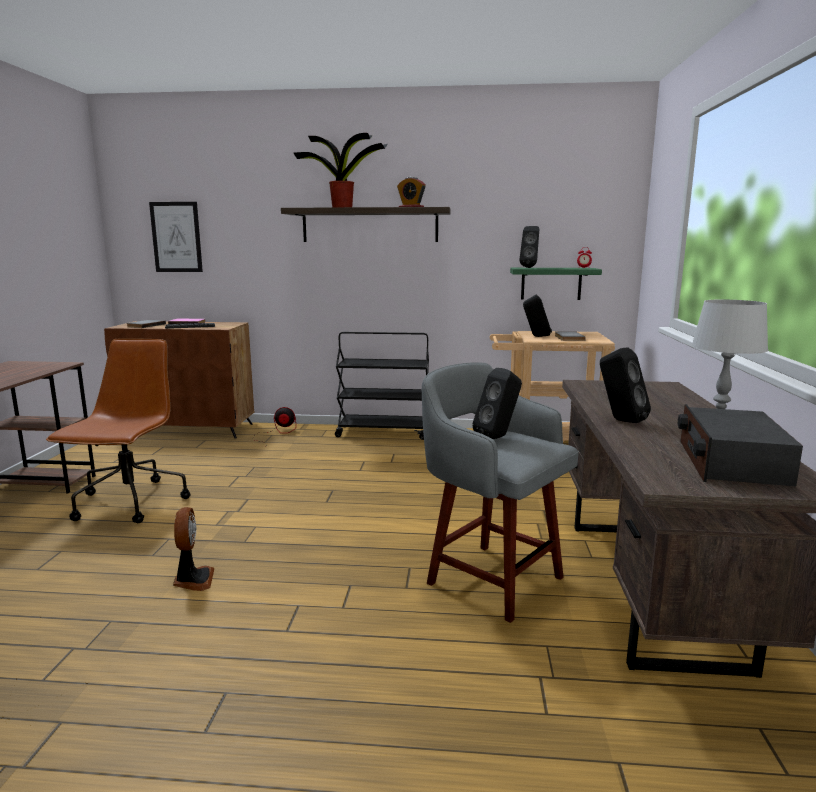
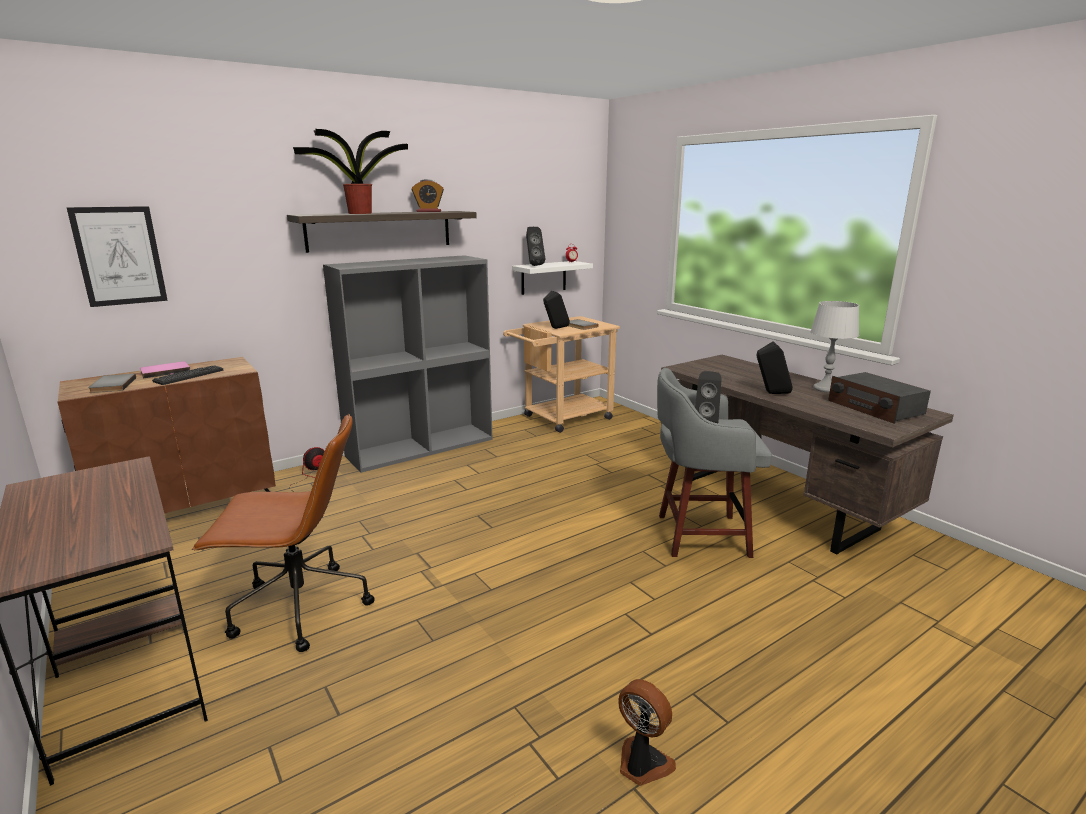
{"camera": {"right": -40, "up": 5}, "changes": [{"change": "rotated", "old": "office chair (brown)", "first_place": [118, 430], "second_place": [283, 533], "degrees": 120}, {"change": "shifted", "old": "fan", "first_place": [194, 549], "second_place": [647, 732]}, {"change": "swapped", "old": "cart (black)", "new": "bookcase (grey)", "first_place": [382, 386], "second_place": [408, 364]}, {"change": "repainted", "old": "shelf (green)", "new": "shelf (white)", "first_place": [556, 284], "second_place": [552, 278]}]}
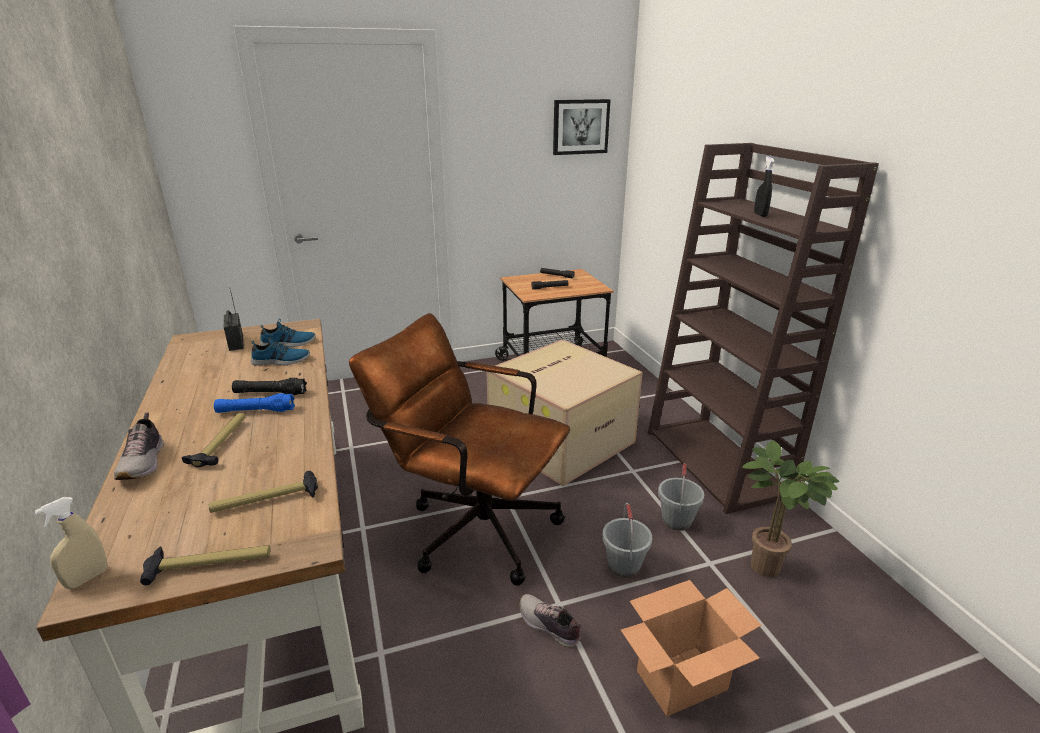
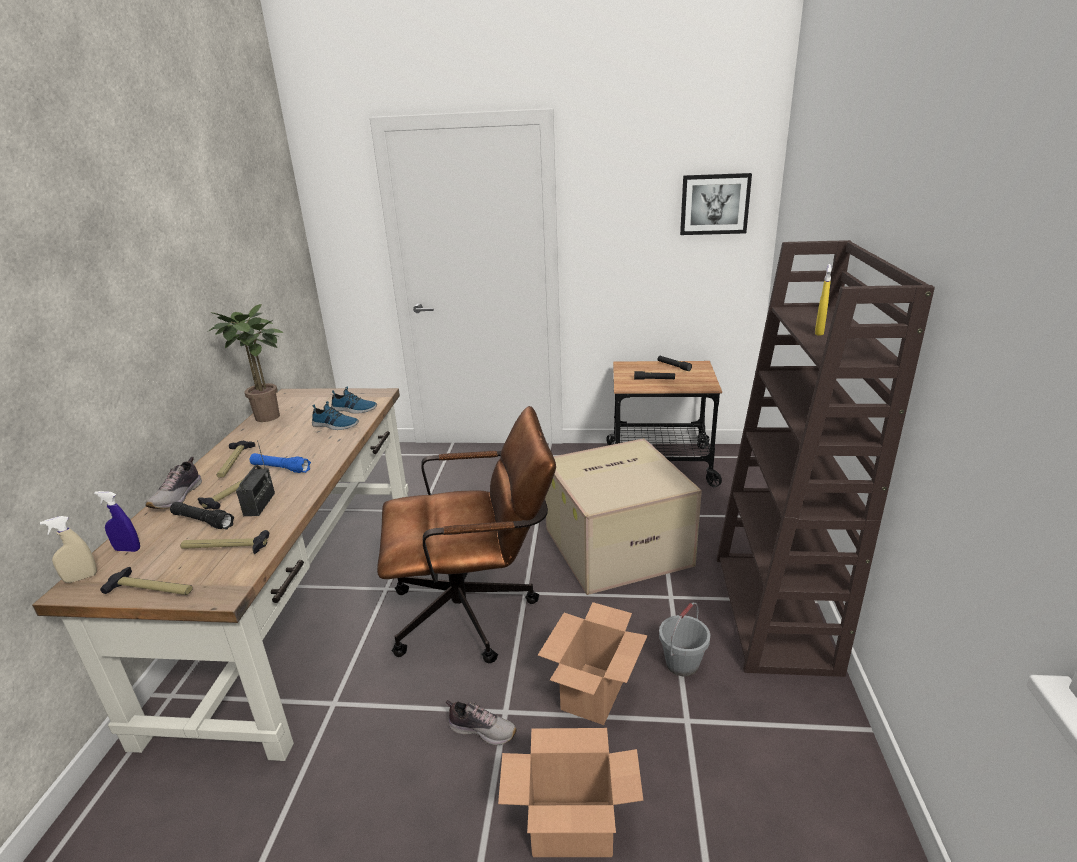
{"camera": {"right": 25, "up": 0}, "changes": [{"change": "shifted", "old": "radio", "first_place": [234, 320], "second_place": [255, 478]}, {"change": "shifted", "old": "flashlight (black)", "first_place": [269, 386], "second_place": [202, 516]}, {"change": "rotated", "old": "office chair (brown)", "first_place": [459, 449], "second_place": [466, 534], "degrees": 120}, {"change": "rotated", "old": "shoe", "first_place": [550, 620], "second_place": [481, 722], "degrees": 135}, {"change": "swapped", "old": "bucket (grey)", "new": "cardboard box", "first_place": [627, 540], "second_place": [592, 663]}, {"change": "shifted", "old": "potted plant", "first_place": [791, 508], "second_place": [246, 363]}, {"change": "repainted", "old": "spray bottle (black)", "new": "spray bottle (yellow)", "first_place": [764, 187], "second_place": [823, 300]}, {"change": "new", "new": "spray bottle (blue)", "second_place": [117, 521]}, {"change": "new", "new": "hammer", "second_place": [236, 459]}]}
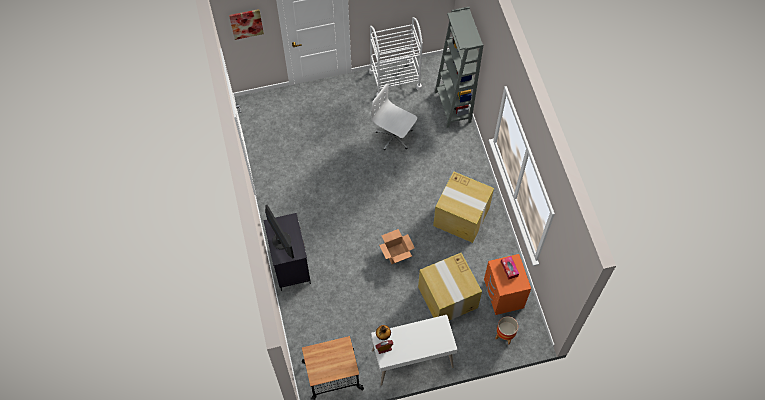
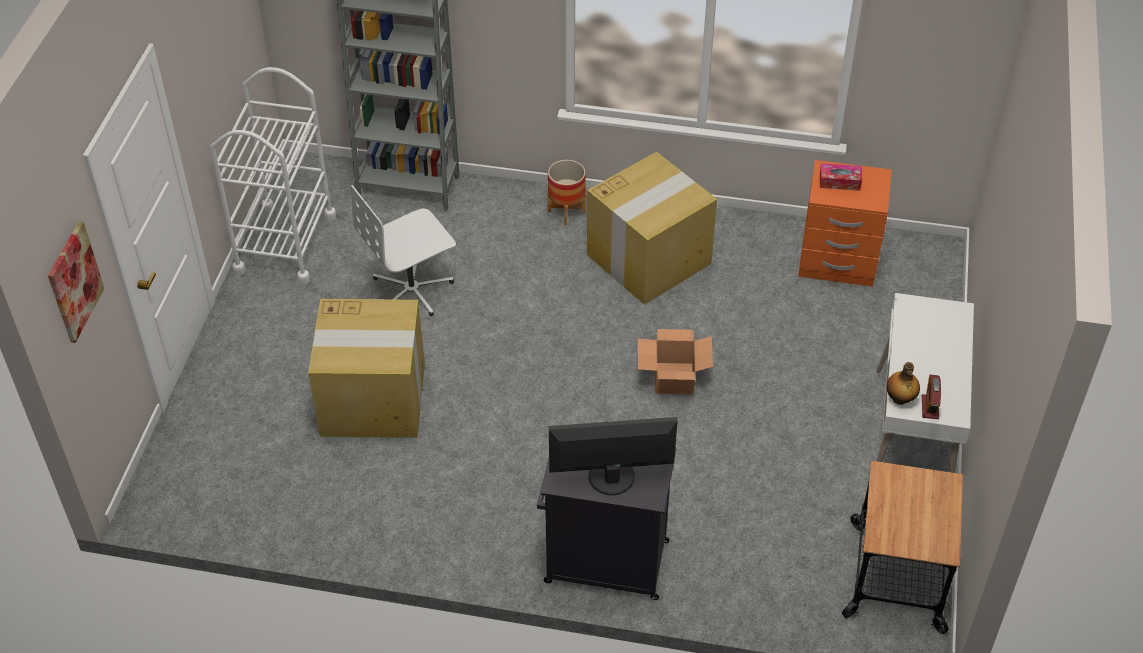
{"camera": {"right": -65, "up": -15}, "changes": [{"change": "shifted", "old": "cardboard box", "first_place": [450, 286], "second_place": [366, 368]}, {"change": "shifted", "old": "planter", "first_place": [506, 330], "second_place": [566, 192]}]}
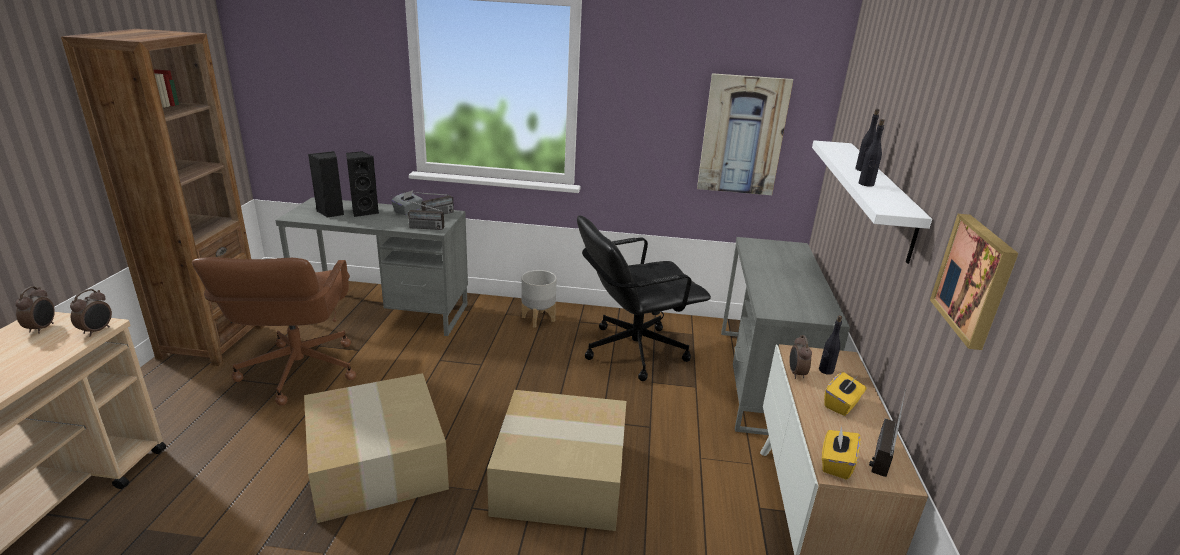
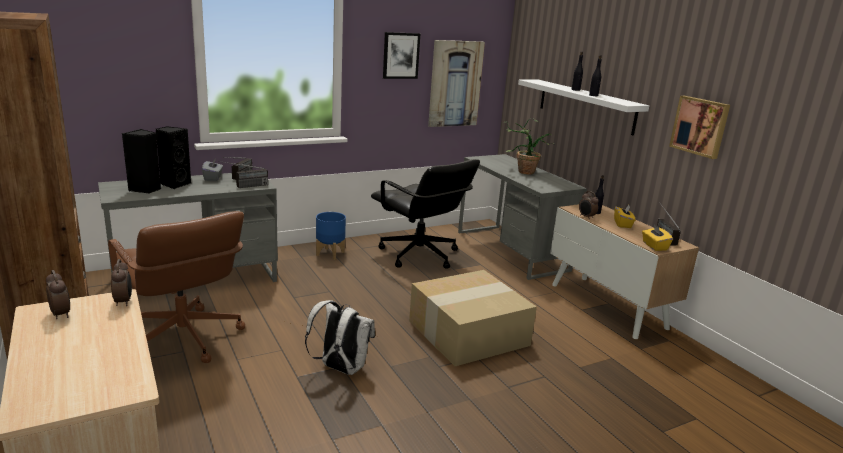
{"camera": {"right": -35, "up": -5}, "changes": [{"change": "swapped", "old": "cardboard box", "new": "backpack (white)", "first_place": [376, 448], "second_place": [340, 337]}, {"change": "repainted", "old": "planter (grey)", "new": "planter (blue)", "first_place": [539, 299], "second_place": [331, 236]}, {"change": "rotated", "old": "office chair (black)", "first_place": [644, 298], "second_place": [425, 214], "degrees": -75}, {"change": "new", "new": "picture", "second_place": [401, 55]}, {"change": "new", "new": "potted plant", "second_place": [530, 146]}]}
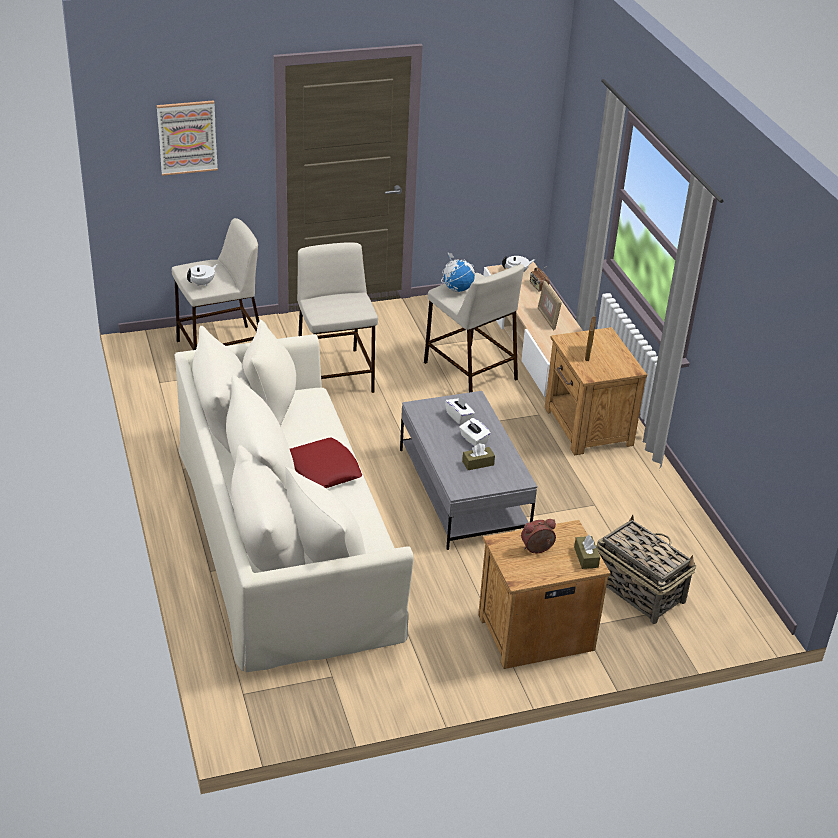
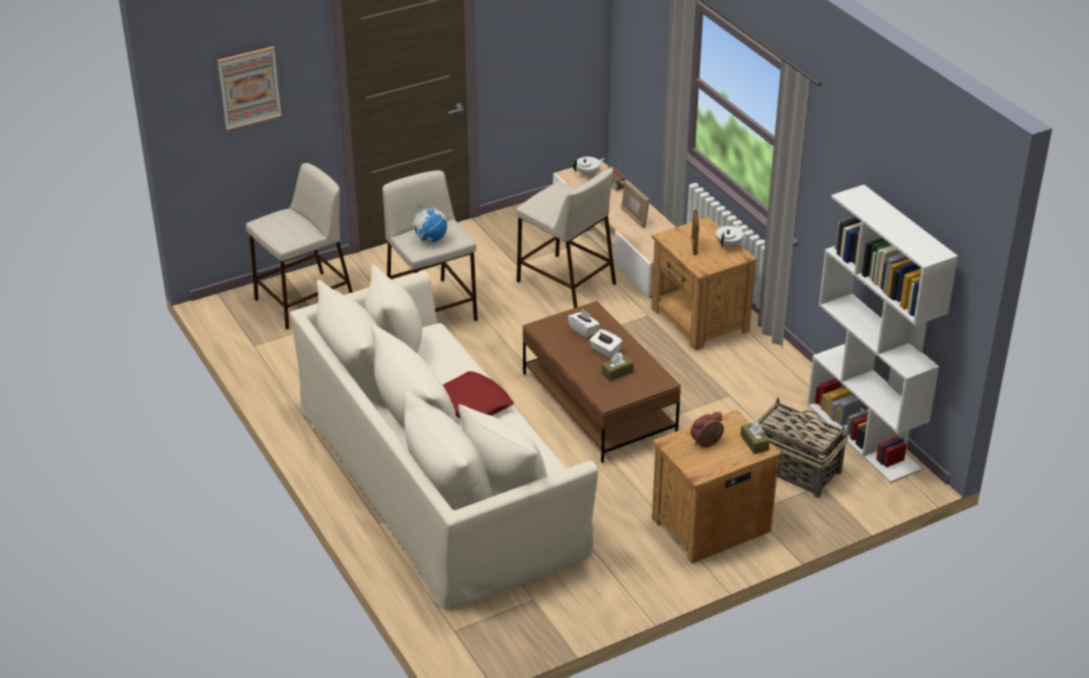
{"camera": {"right": -10, "up": 0}, "changes": [{"change": "shifted", "old": "teapot (white)", "first_place": [202, 275], "second_place": [730, 236]}, {"change": "repainted", "old": "coffee table (grey)", "new": "coffee table (brown)", "first_place": [468, 470], "second_place": [602, 382]}, {"change": "shifted", "old": "globe", "first_place": [458, 272], "second_place": [429, 223]}, {"change": "new", "new": "bookcase (white)", "second_place": [882, 334]}]}
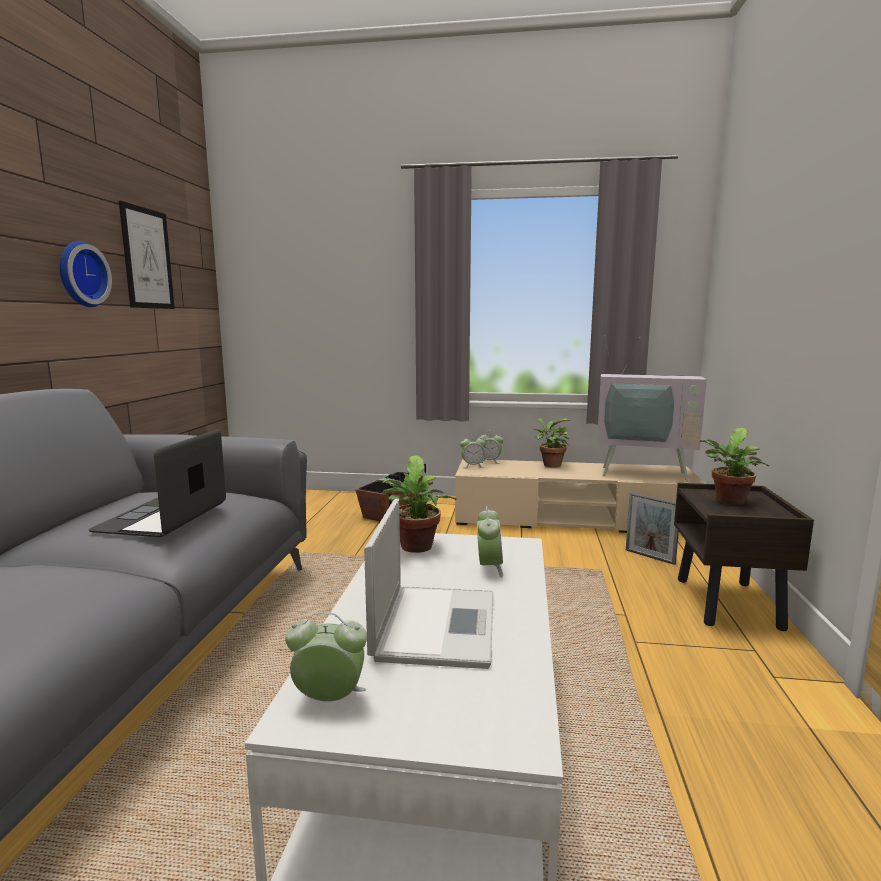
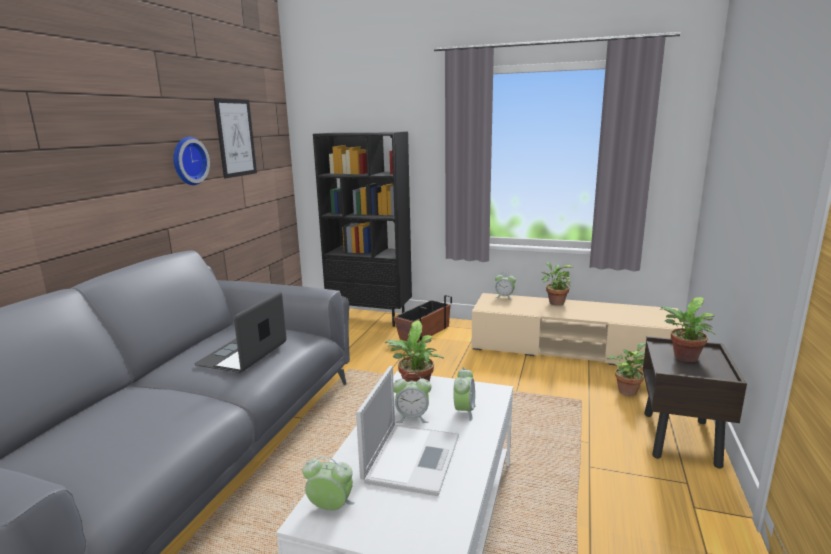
{"camera": {"right": 10, "up": 5}, "changes": [{"change": "shifted", "old": "alarm clock", "first_place": [473, 451], "second_place": [412, 398]}, {"change": "gone", "old": "television", "first_place": [652, 408]}, {"change": "swapped", "old": "picture frame", "new": "potted plant", "first_place": [652, 528], "second_place": [626, 369]}, {"change": "new", "new": "bookcase (black)", "second_place": [362, 229]}]}
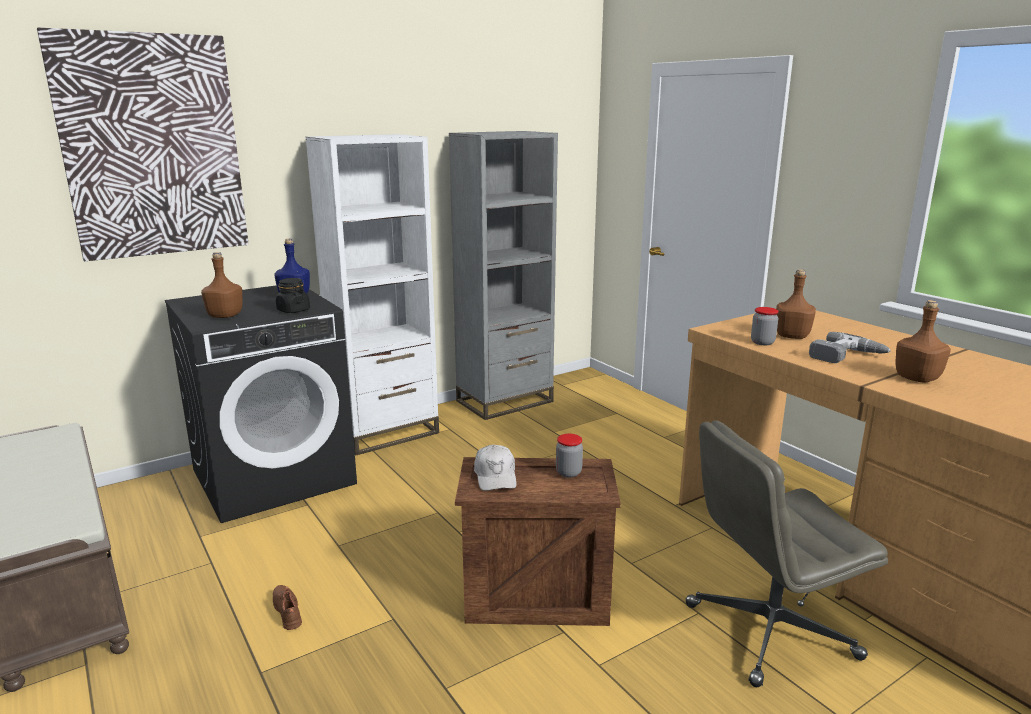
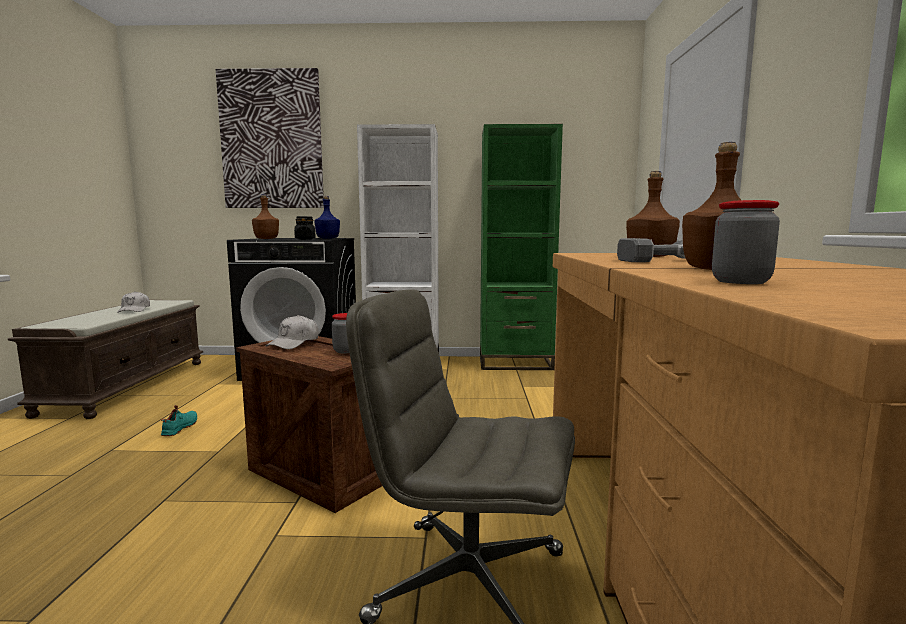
{"camera": {"right": 35, "up": -10}, "changes": [{"change": "repainted", "old": "shoe (brown)", "new": "shoe (turquoise)", "first_place": [287, 607], "second_place": [179, 420]}, {"change": "repainted", "old": "bookcase (grey)", "new": "bookcase (green)", "first_place": [503, 275], "second_place": [521, 247]}, {"change": "shifted", "old": "jar", "first_place": [764, 326], "second_place": [746, 242]}, {"change": "new", "new": "cap (white)", "second_place": [133, 302]}]}
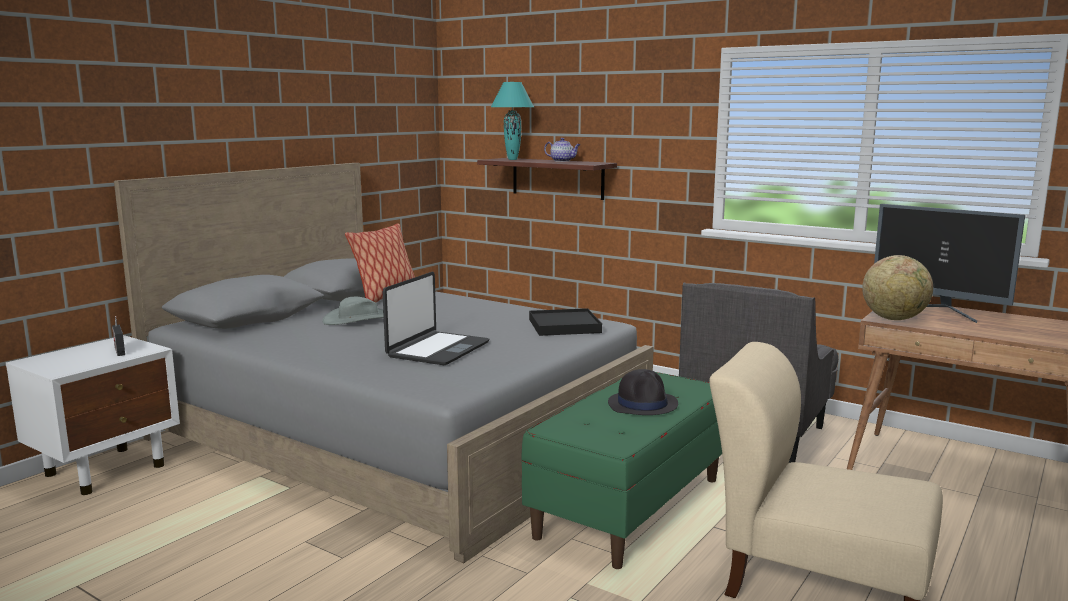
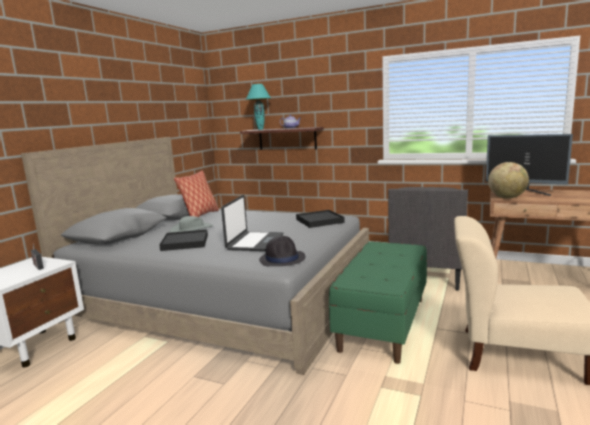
{"camera": {"right": -10, "up": 0}, "changes": [{"change": "shifted", "old": "hat (black)", "first_place": [643, 392], "second_place": [282, 251]}, {"change": "new", "new": "tray (black)", "second_place": [183, 240]}]}
